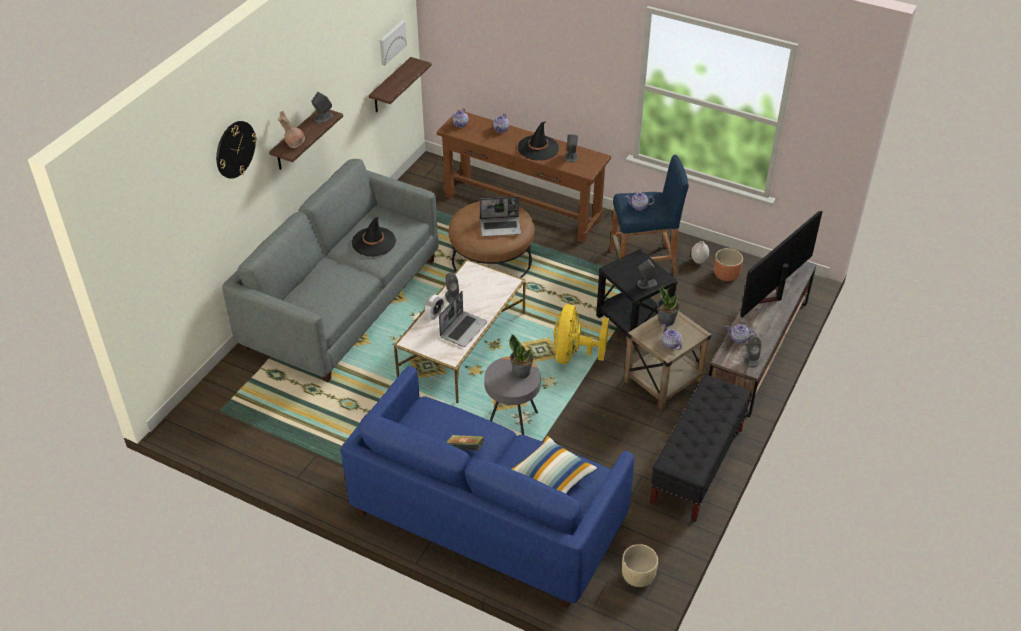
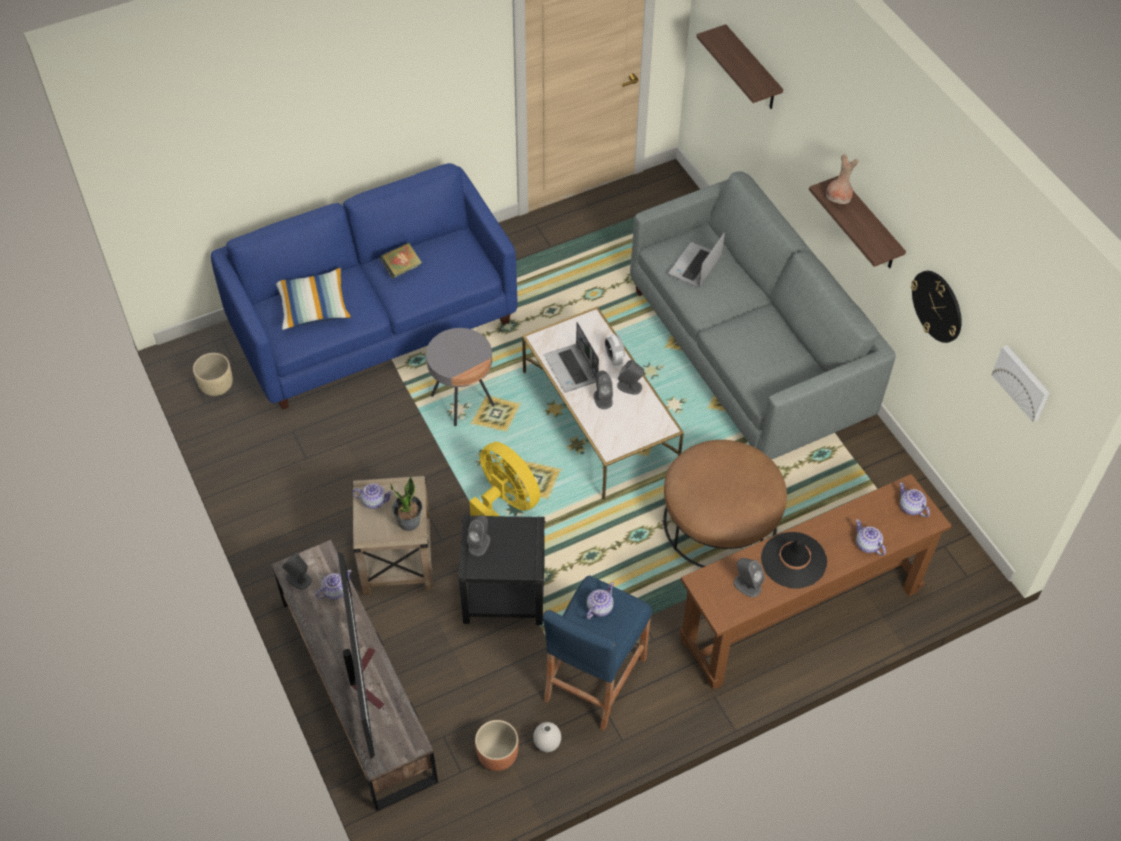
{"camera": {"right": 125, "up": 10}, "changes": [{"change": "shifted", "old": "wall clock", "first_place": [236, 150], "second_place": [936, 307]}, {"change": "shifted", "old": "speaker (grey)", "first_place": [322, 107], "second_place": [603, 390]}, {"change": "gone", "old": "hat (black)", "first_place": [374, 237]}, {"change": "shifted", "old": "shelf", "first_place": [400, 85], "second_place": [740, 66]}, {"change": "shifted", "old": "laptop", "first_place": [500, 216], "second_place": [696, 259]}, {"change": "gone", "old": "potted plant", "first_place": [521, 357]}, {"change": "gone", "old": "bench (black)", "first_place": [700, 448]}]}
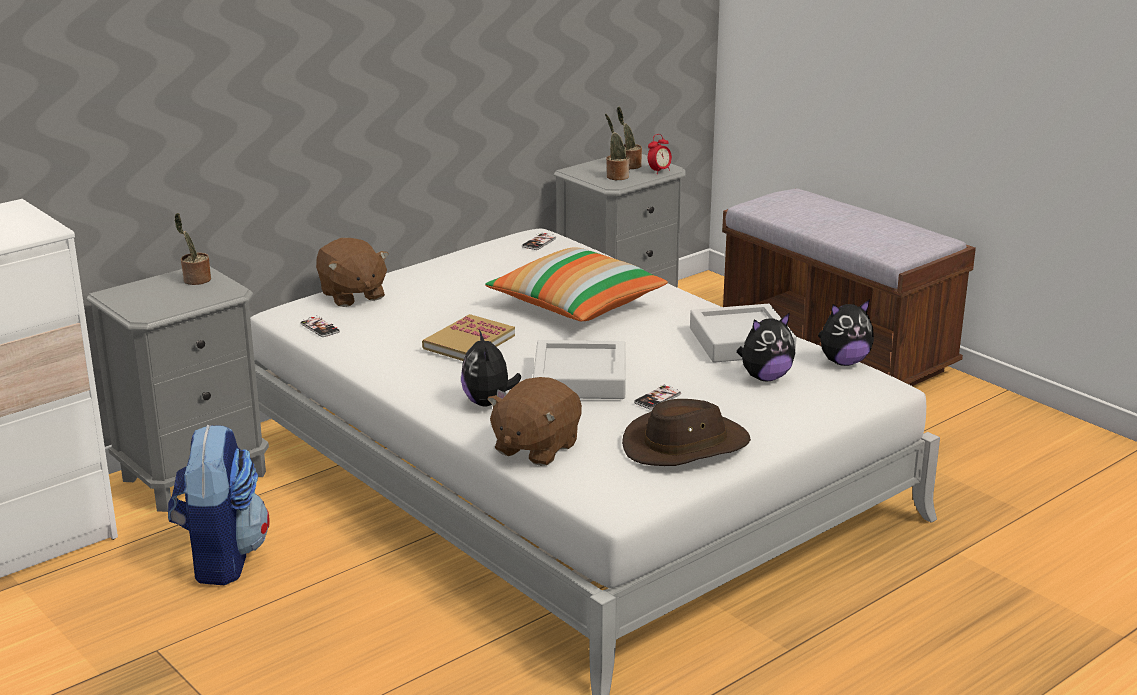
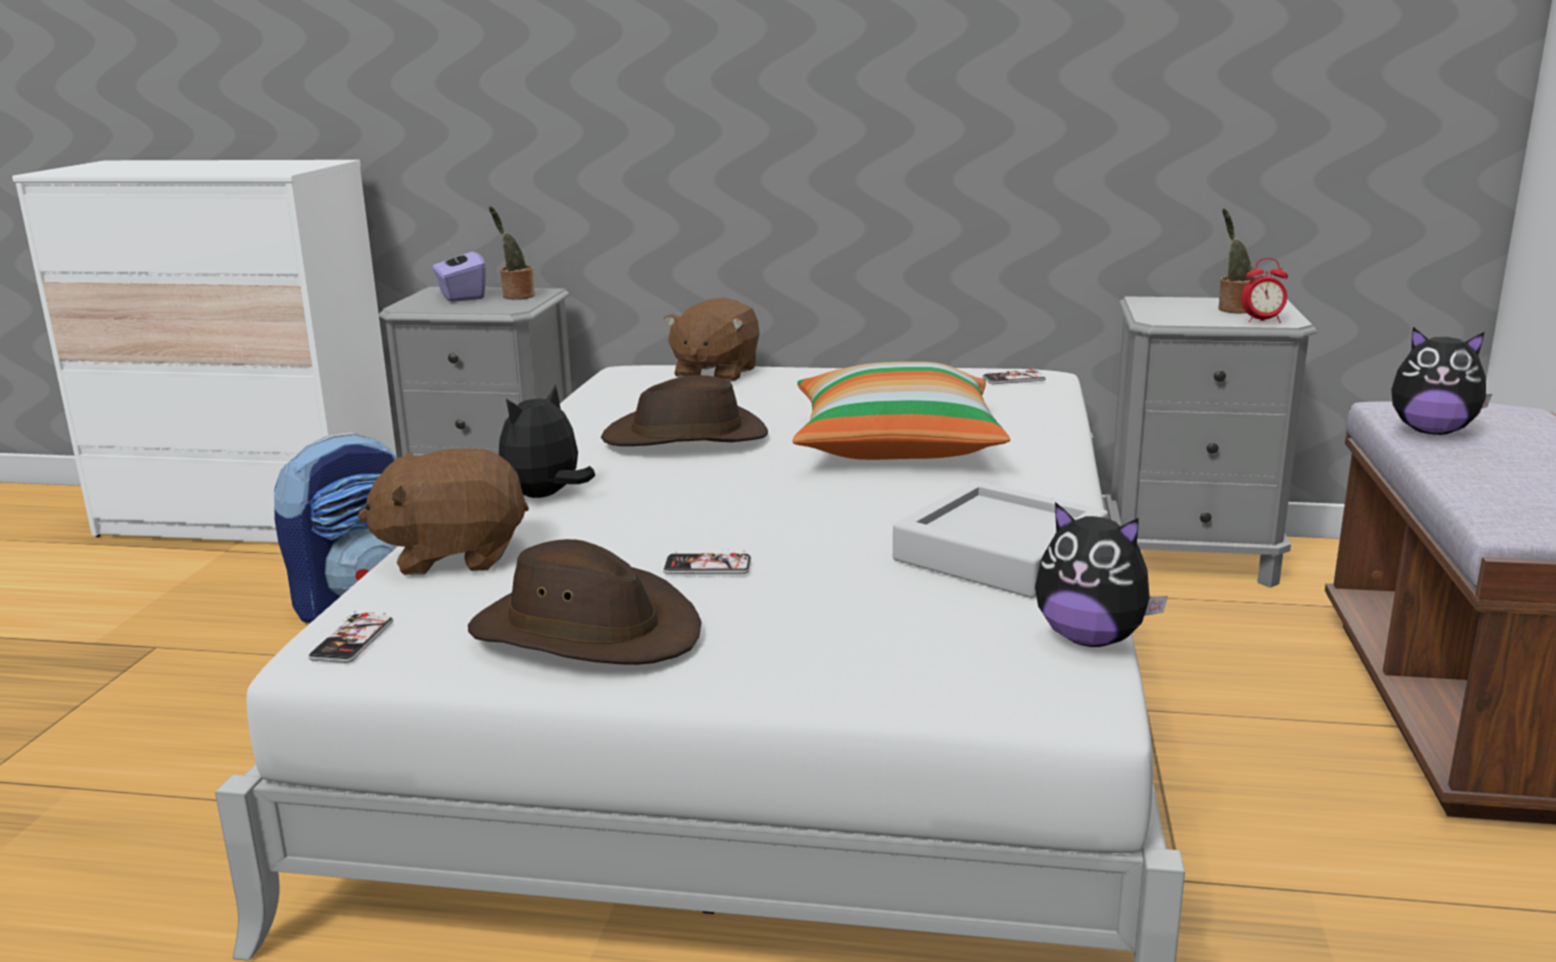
{"camera": {"right": 50, "up": -5}, "changes": [{"change": "shifted", "old": "phone", "first_place": [320, 326], "second_place": [350, 637]}, {"change": "swapped", "old": "book", "new": "hat (brown)", "first_place": [468, 337], "second_place": [684, 410]}, {"change": "gone", "old": "tray (grey)", "first_place": [579, 369]}, {"change": "gone", "old": "potted plant", "first_place": [617, 147]}, {"change": "shifted", "old": "plush toy", "first_place": [766, 347], "second_place": [1441, 381]}, {"change": "new", "new": "tissue box (purple)", "second_place": [459, 271]}]}
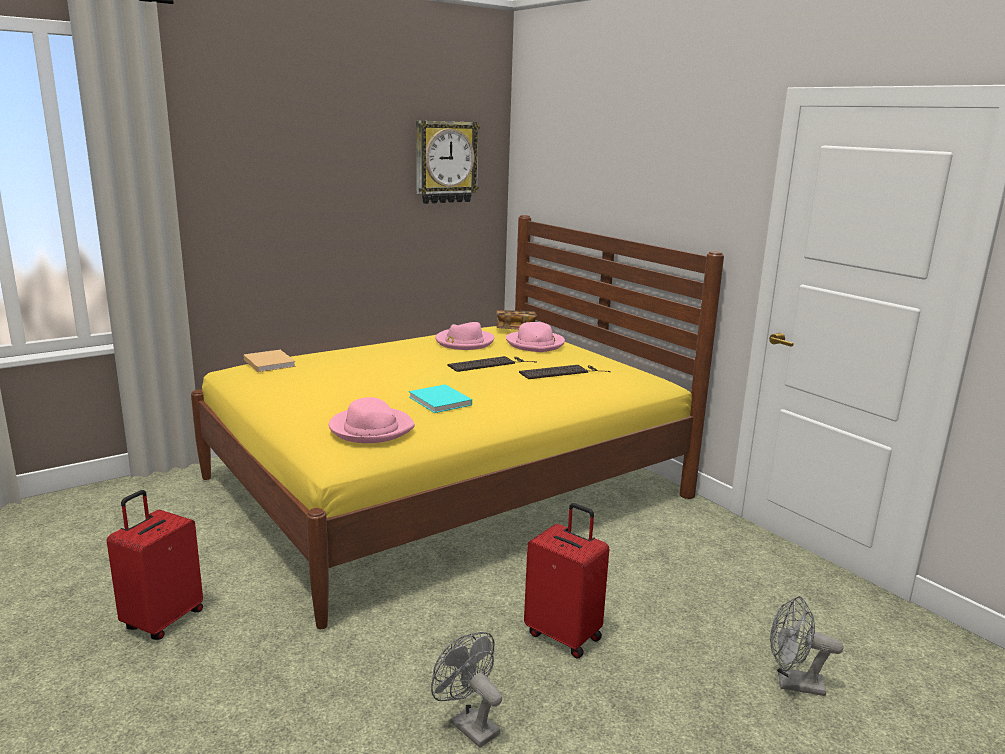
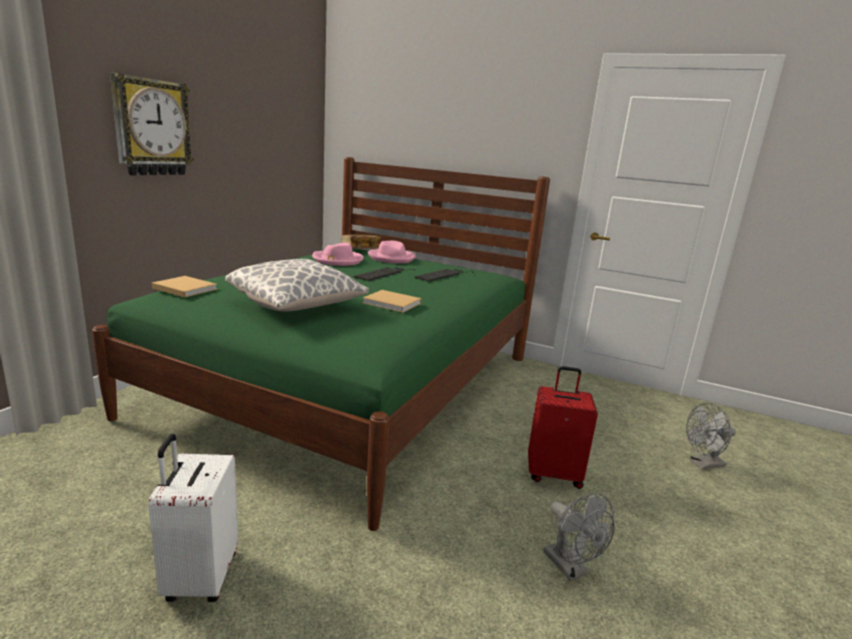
{"camera": {"right": -30, "up": 0}, "changes": [{"change": "repainted", "old": "suitcase (red)", "new": "suitcase (white)", "first_place": [155, 565], "second_place": [193, 518]}, {"change": "repainted", "old": "bed (yellow)", "new": "bed (green)", "first_place": [457, 422], "second_place": [321, 344]}, {"change": "gone", "old": "hat (pink)", "first_place": [372, 420]}, {"change": "repainted", "old": "book (turquoise)", "new": "book (beige)", "first_place": [440, 398], "second_place": [392, 301]}, {"change": "shifted", "old": "wall clock", "first_place": [448, 162], "second_place": [152, 124]}, {"change": "rotated", "old": "fan (grey)", "first_place": [466, 690], "second_place": [579, 537], "degrees": -135}, {"change": "new", "new": "pillow", "second_place": [297, 285]}]}
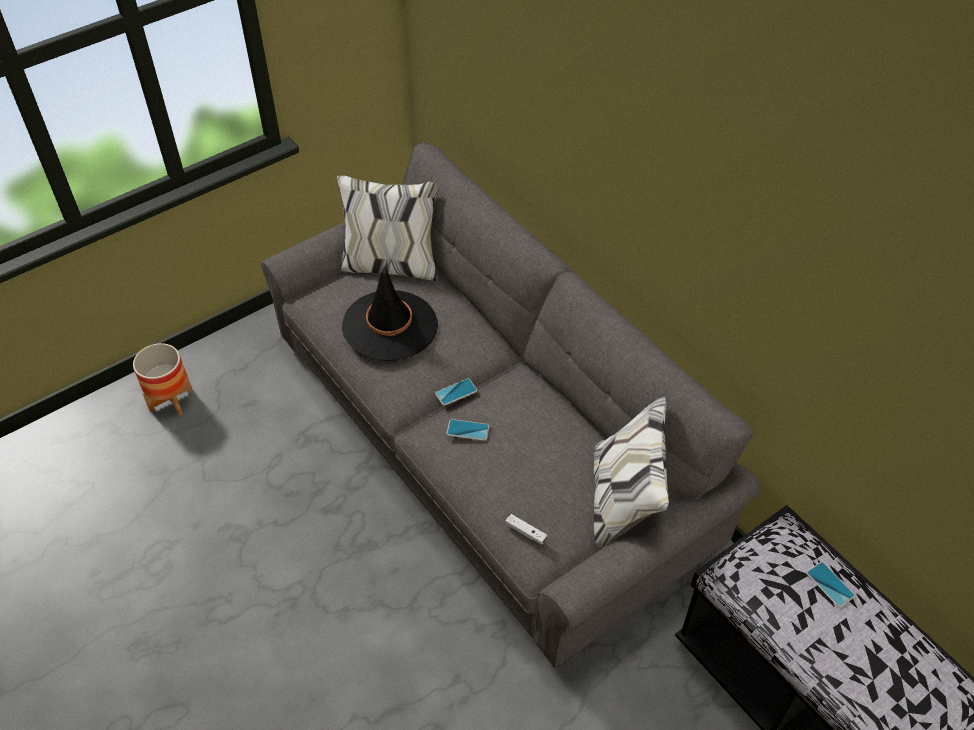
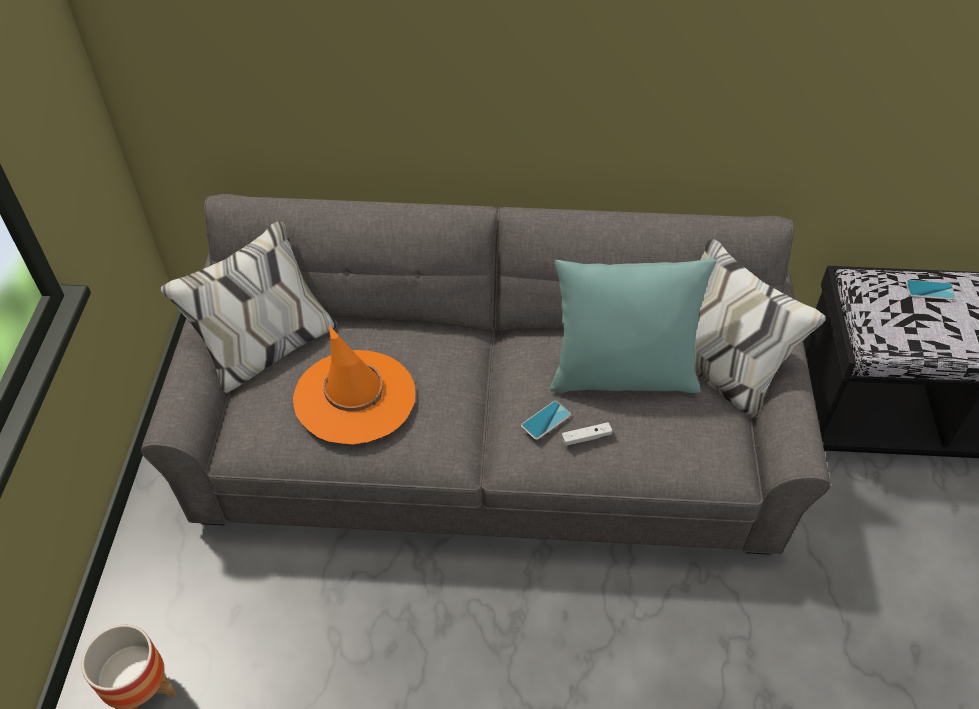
{"camera": {"right": -50, "up": 0}, "changes": [{"change": "repainted", "old": "hat (black)", "new": "hat (orange)", "first_place": [390, 311], "second_place": [354, 385]}, {"change": "gone", "old": "phone", "first_place": [456, 392]}, {"change": "shifted", "old": "game controller (white)", "first_place": [526, 529], "second_place": [587, 434]}, {"change": "new", "new": "pillow (turquoise)", "second_place": [633, 326]}]}
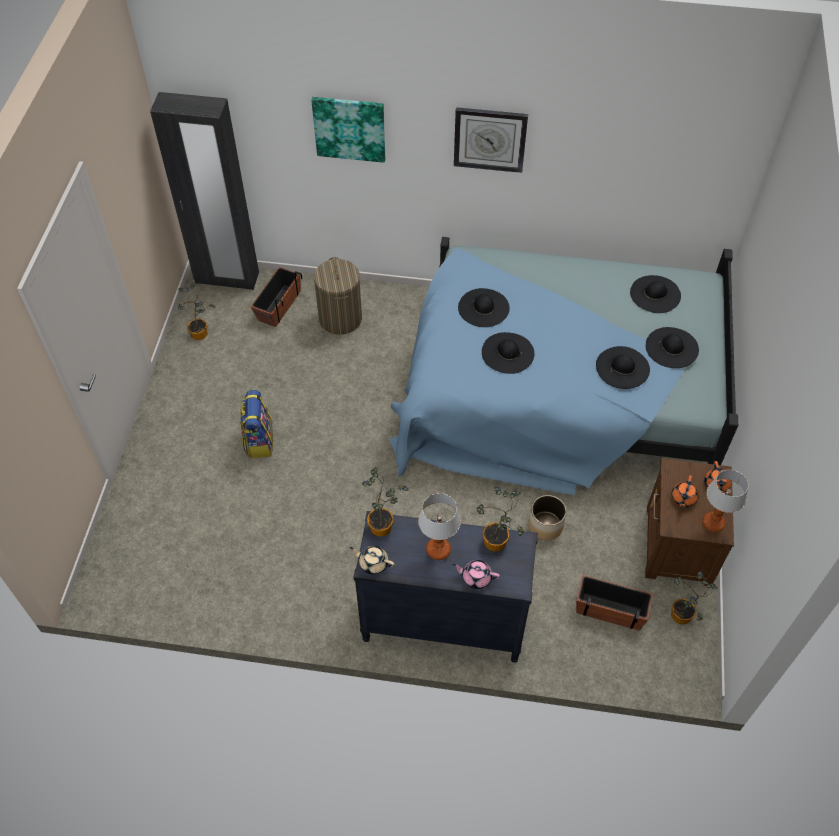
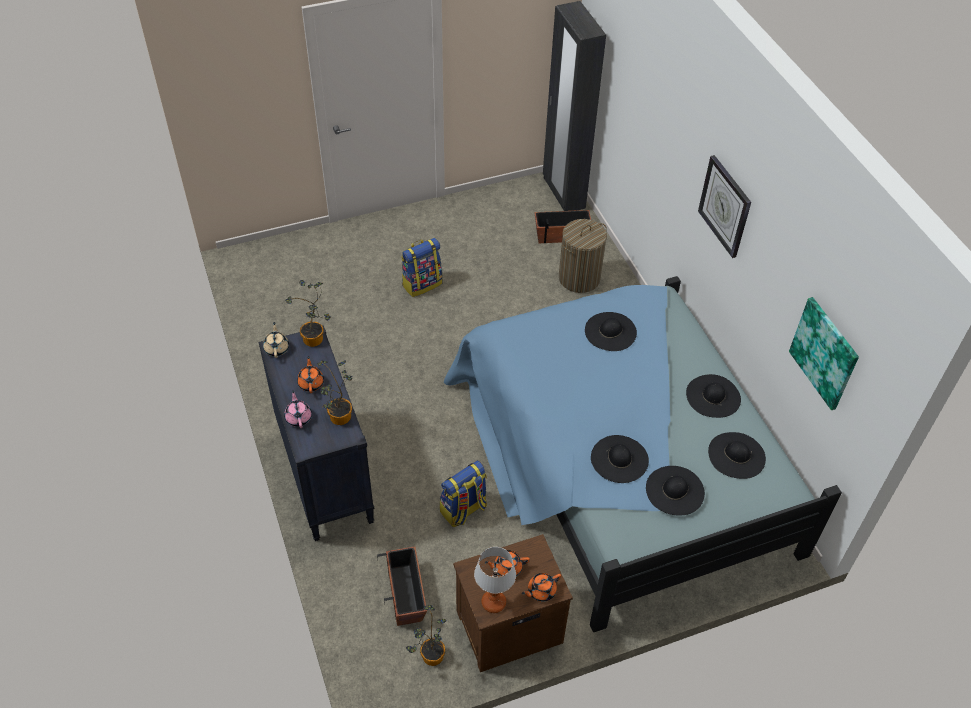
{"camera": {"right": 60, "up": -5}, "changes": [{"change": "gone", "old": "potted plant", "first_place": [197, 311]}, {"change": "shifted", "old": "picture", "first_place": [348, 130], "second_place": [824, 353]}, {"change": "swapped", "old": "table lamp", "new": "teapot (orange)", "first_place": [439, 526], "second_place": [310, 374]}, {"change": "shifted", "old": "hat (black)", "first_place": [508, 353], "second_place": [713, 396]}, {"change": "swapped", "old": "planter", "new": "backpack", "first_place": [547, 517], "second_place": [463, 494]}]}
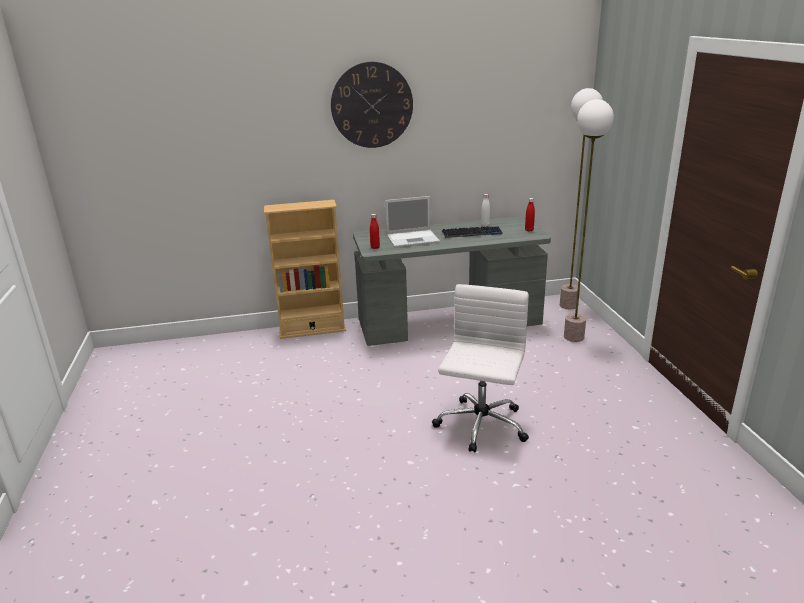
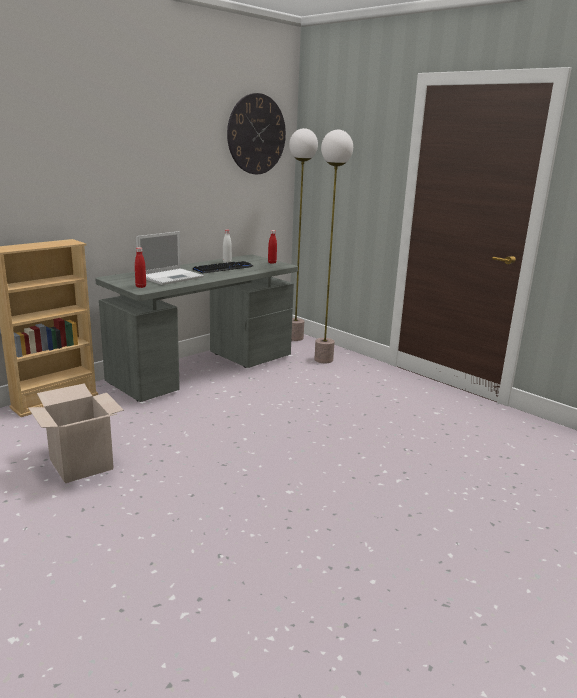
{"camera": {"right": -35, "up": -5}, "changes": [{"change": "shifted", "old": "wall clock", "first_place": [372, 105], "second_place": [256, 133]}, {"change": "gone", "old": "office chair (white)", "first_place": [480, 368]}, {"change": "new", "new": "cardboard box", "second_place": [76, 433]}]}
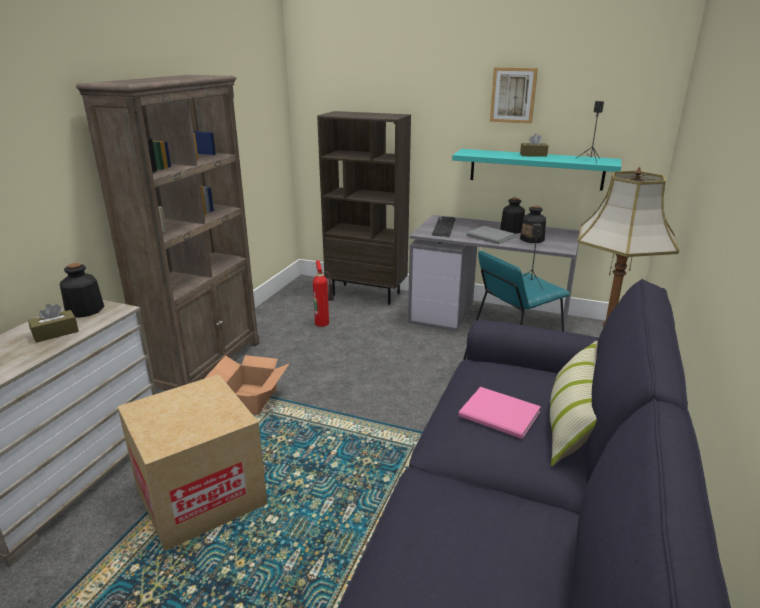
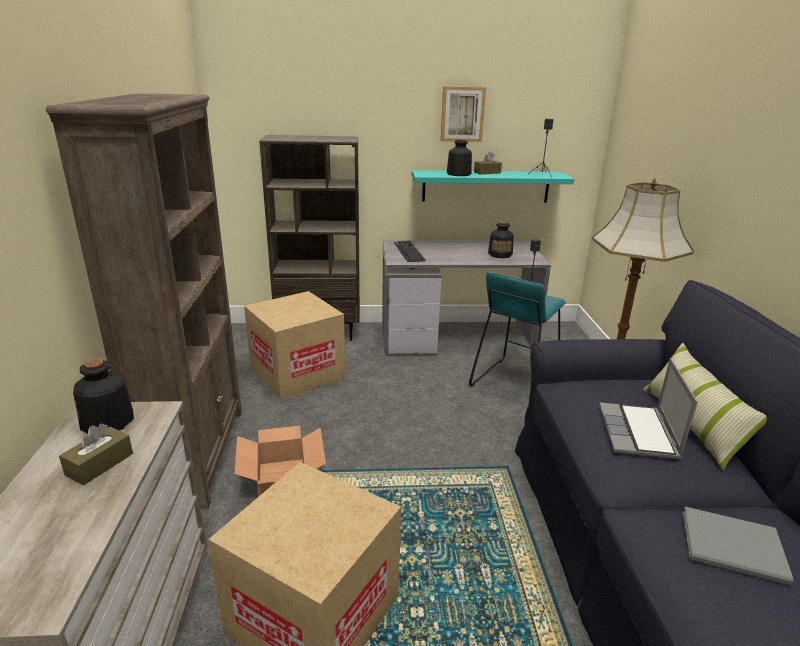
{"camera": {"right": -25, "up": 0}, "changes": [{"change": "swapped", "old": "fire extinguisher", "new": "cardboard box", "first_place": [323, 293], "second_place": [294, 345]}, {"change": "swapped", "old": "book (pink)", "new": "laptop", "first_place": [500, 413], "second_place": [648, 408]}, {"change": "shifted", "old": "book (grey)", "first_place": [491, 235], "second_place": [738, 546]}, {"change": "shifted", "old": "bottle", "first_place": [512, 215], "second_place": [459, 157]}]}
